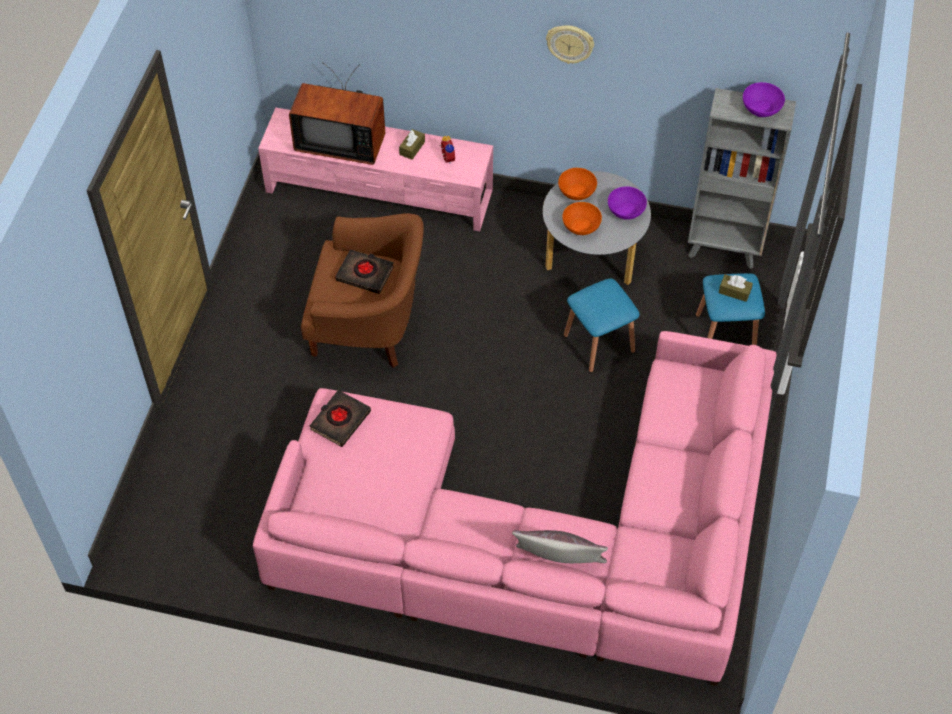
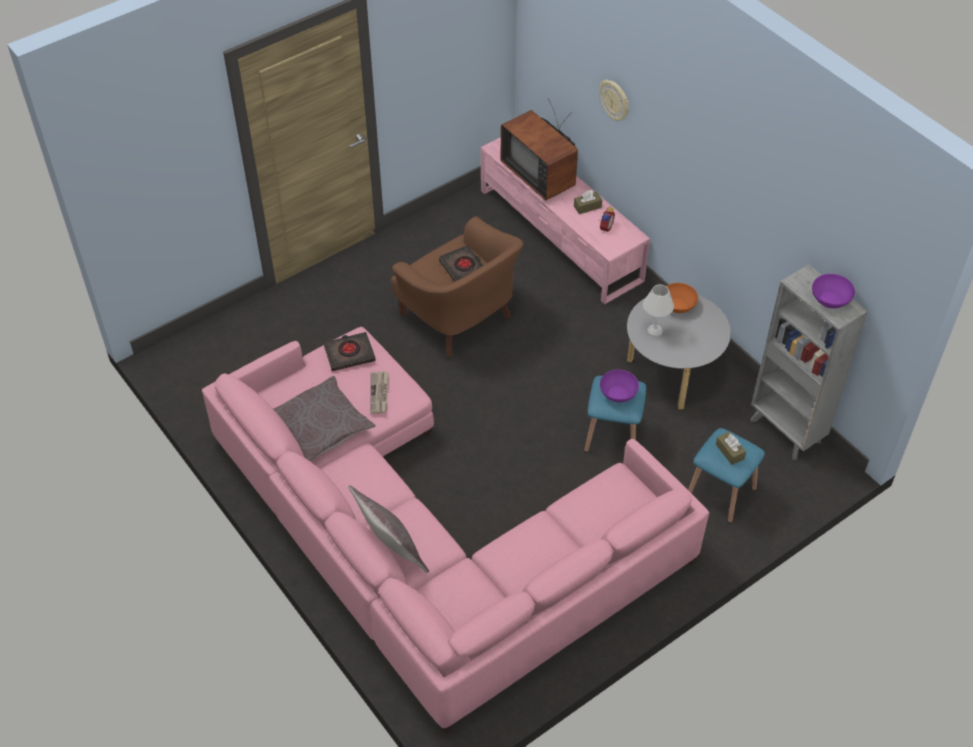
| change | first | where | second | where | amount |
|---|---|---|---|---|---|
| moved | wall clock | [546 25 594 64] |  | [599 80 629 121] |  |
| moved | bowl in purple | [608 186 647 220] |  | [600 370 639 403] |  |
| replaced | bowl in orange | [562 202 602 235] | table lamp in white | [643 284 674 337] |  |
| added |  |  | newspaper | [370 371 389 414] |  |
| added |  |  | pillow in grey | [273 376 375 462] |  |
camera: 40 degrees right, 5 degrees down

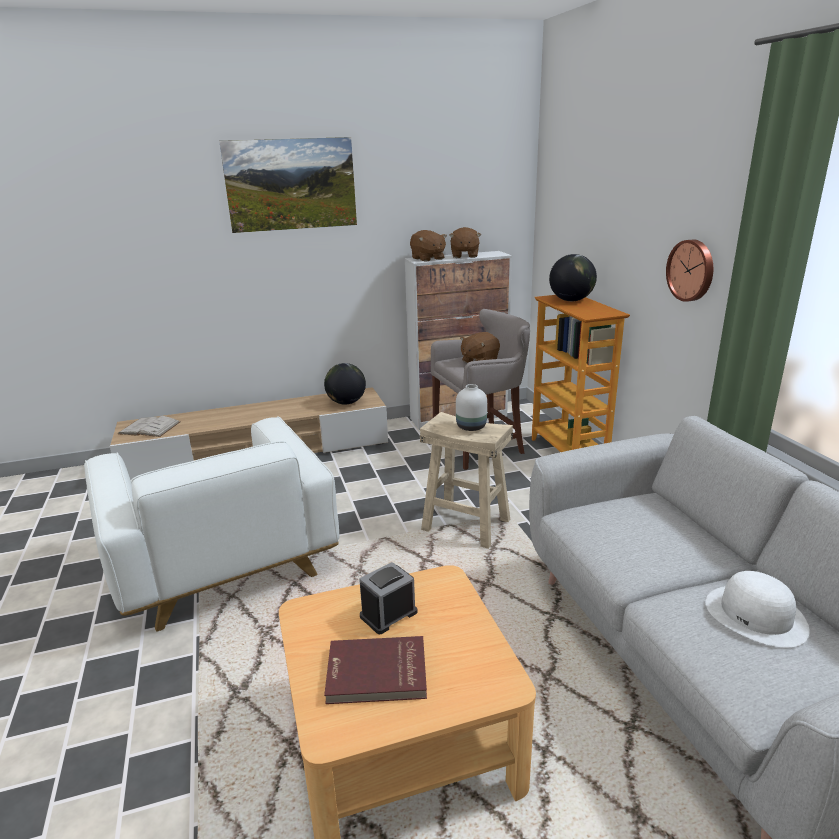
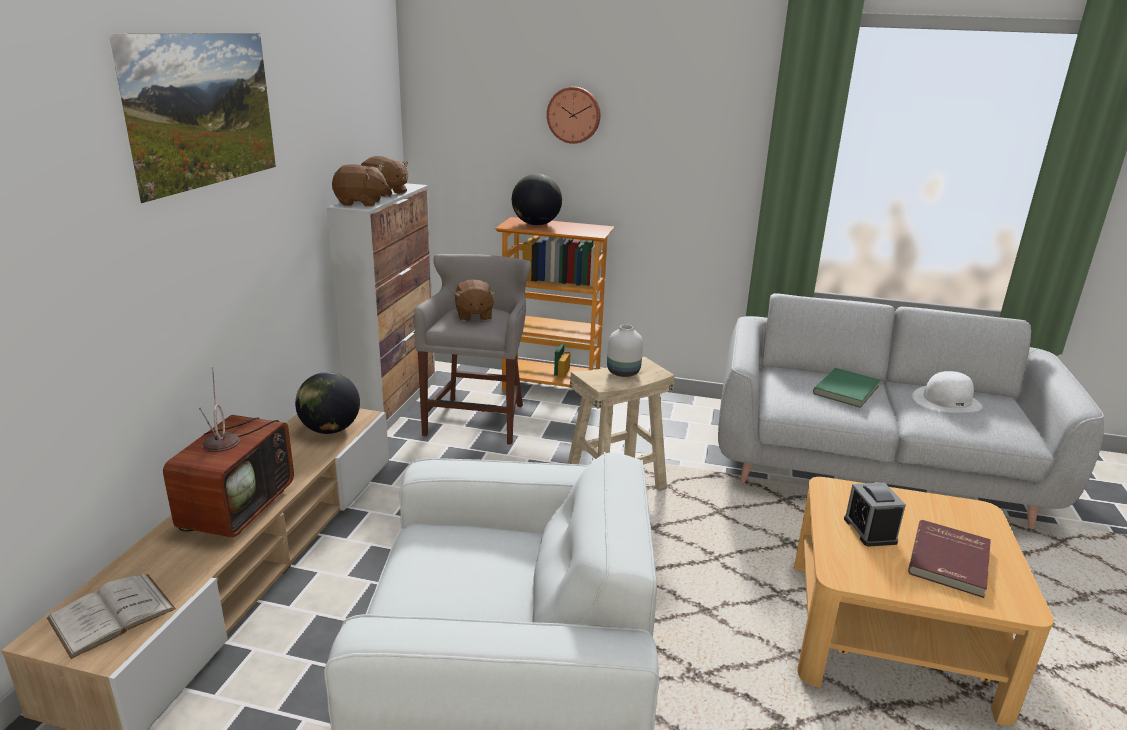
| change | first | where | second | where | amount |
|---|---|---|---|---|---|
| moved | wall clock | [666 240 713 302] |  | [547 87 600 144] |  |
| added |  |  | television | [163 367 294 537] |  |
| added |  |  | book in green | [813 368 880 408] |  |
camera: 60 degrees left, 0 degrees up

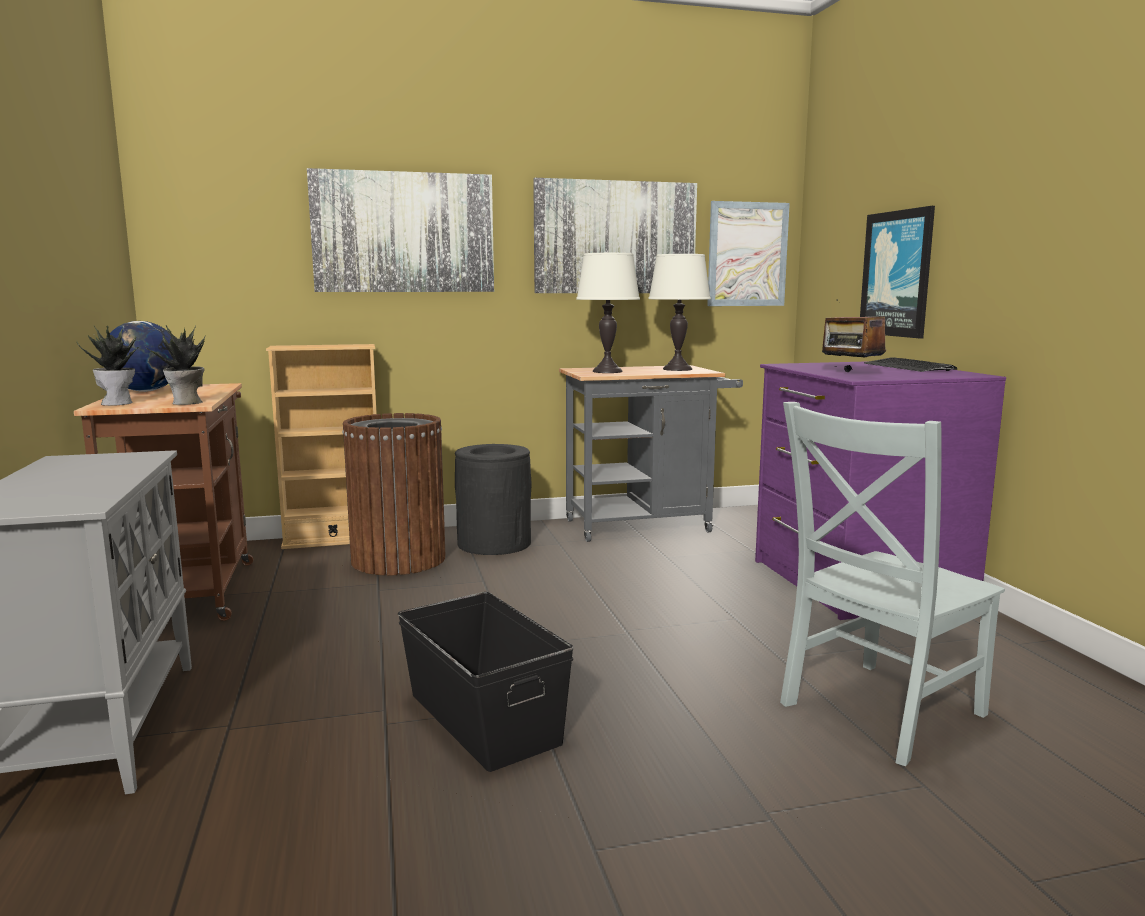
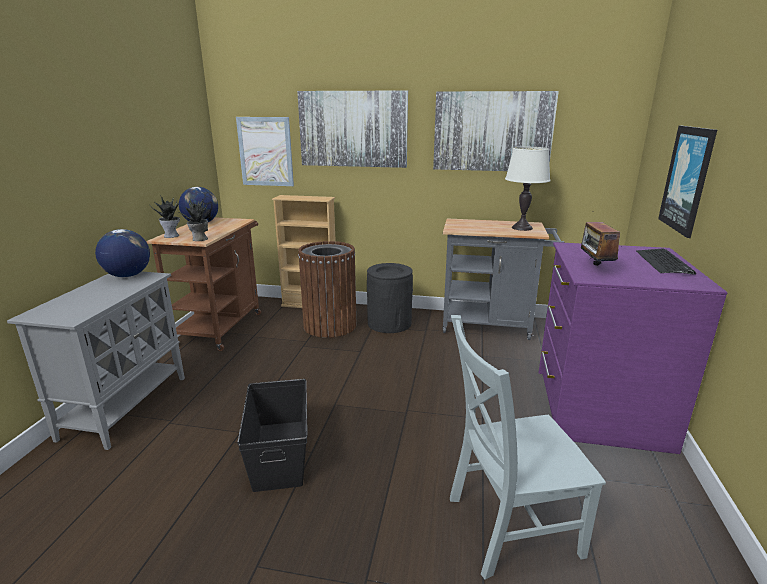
| change | first | where | second | where | amount |
|---|---|---|---|---|---|
| moved | picture | [707 201 790 306] |  | [236 117 294 186] |  |
| removed | table lamp in white | [576 253 640 373] |  |  |  |
| added |  |  | globe | [95 229 150 277] |  |
camera: 25 degrees right, 10 degrees up

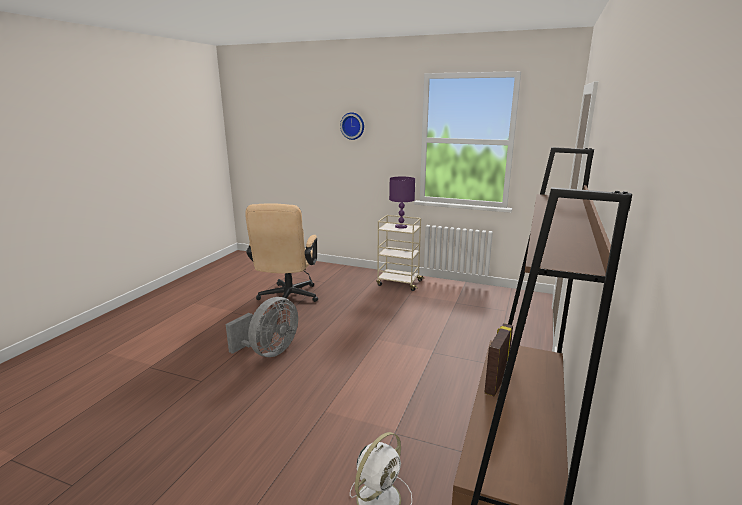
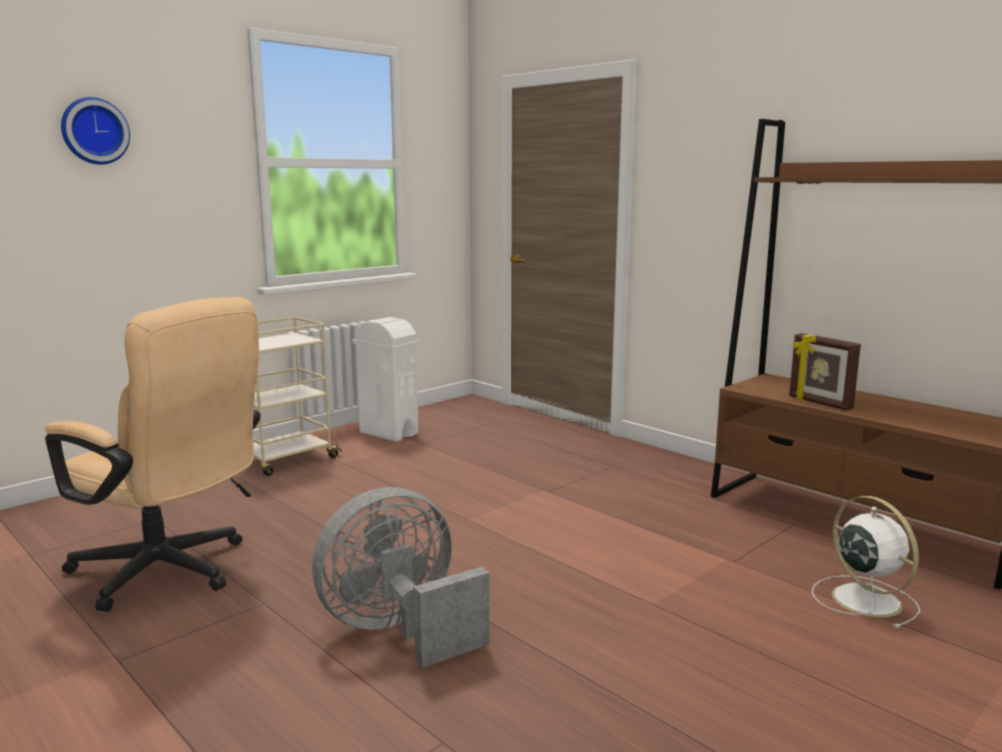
| change | first | where | second | where | amount |
|---|---|---|---|---|---|
| removed | table lamp in purple | [389 177 415 229] |  |  |  |
| turned | fan in grey | [226 297 298 357] |  | [312 487 490 668] | 90 degrees counterclockwise |
| added |  |  | trash can in white | [352 317 419 442] |  |
camera: 65 degrees left, 5 degrees down

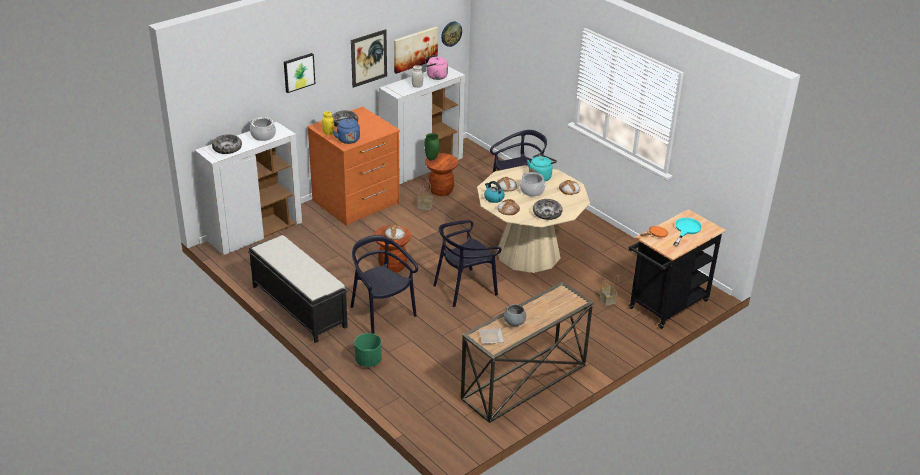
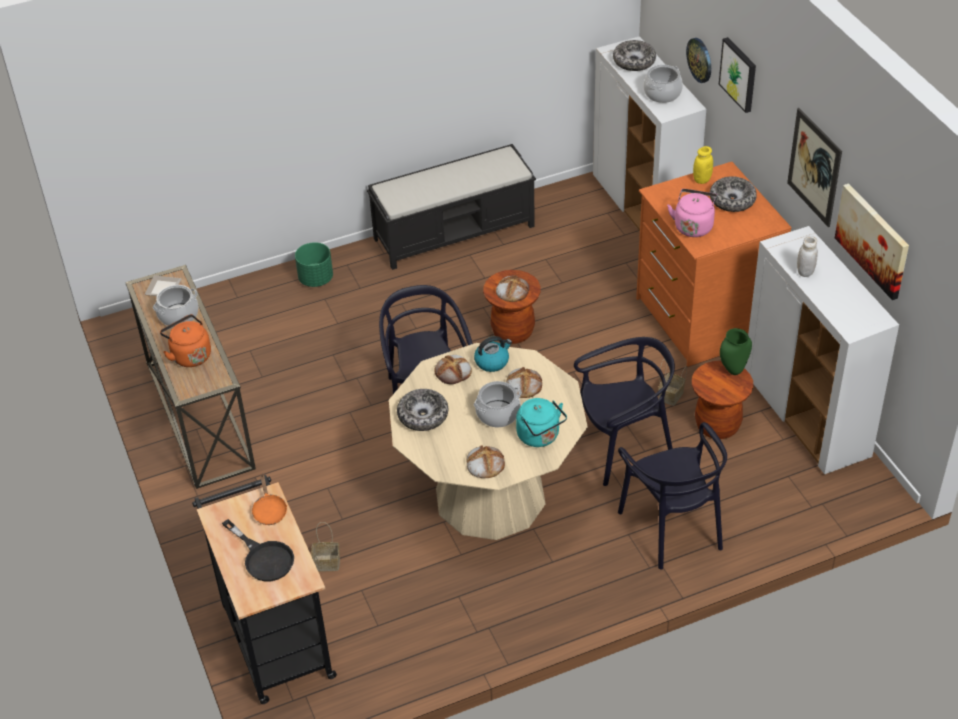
| change | first | where | second | where | amount |
|---|---|---|---|---|---|
| moved | wall clock | [441 21 462 47] |  | [686 38 711 83] |  |
| moved | kettle in pink | [425 55 448 80] |  | [667 189 718 237] |  |
| removed | kettle in blue | [333 117 360 144] |  |  |  |
| recoloured | frying pan in turquoise | [673 218 702 246] | frying pan in black | [222 519 294 581] |  |
| moved | chair in black | [351 235 418 334] |  | [574 337 675 486] |  |
| replaced | bowl in grey | [504 304 526 326] | cooking pot | [153 285 198 326] |  |
| added |  |  | kettle in orange | [160 314 211 367] |  |
camera: 110 degrees right, 10 degrees up

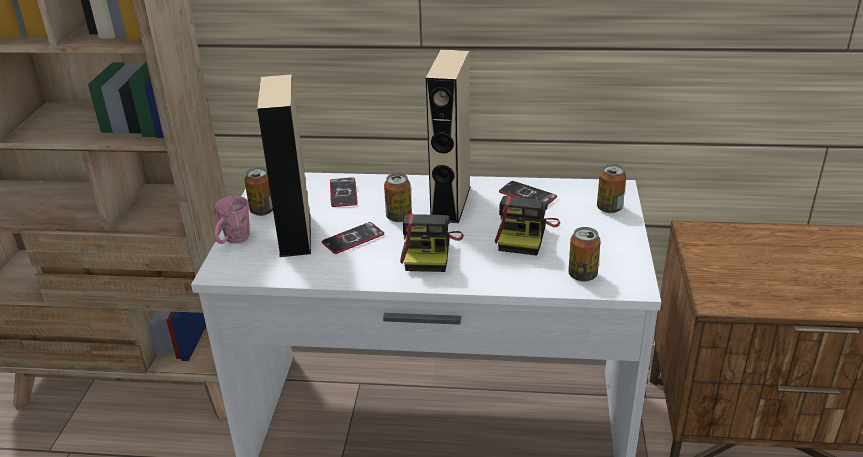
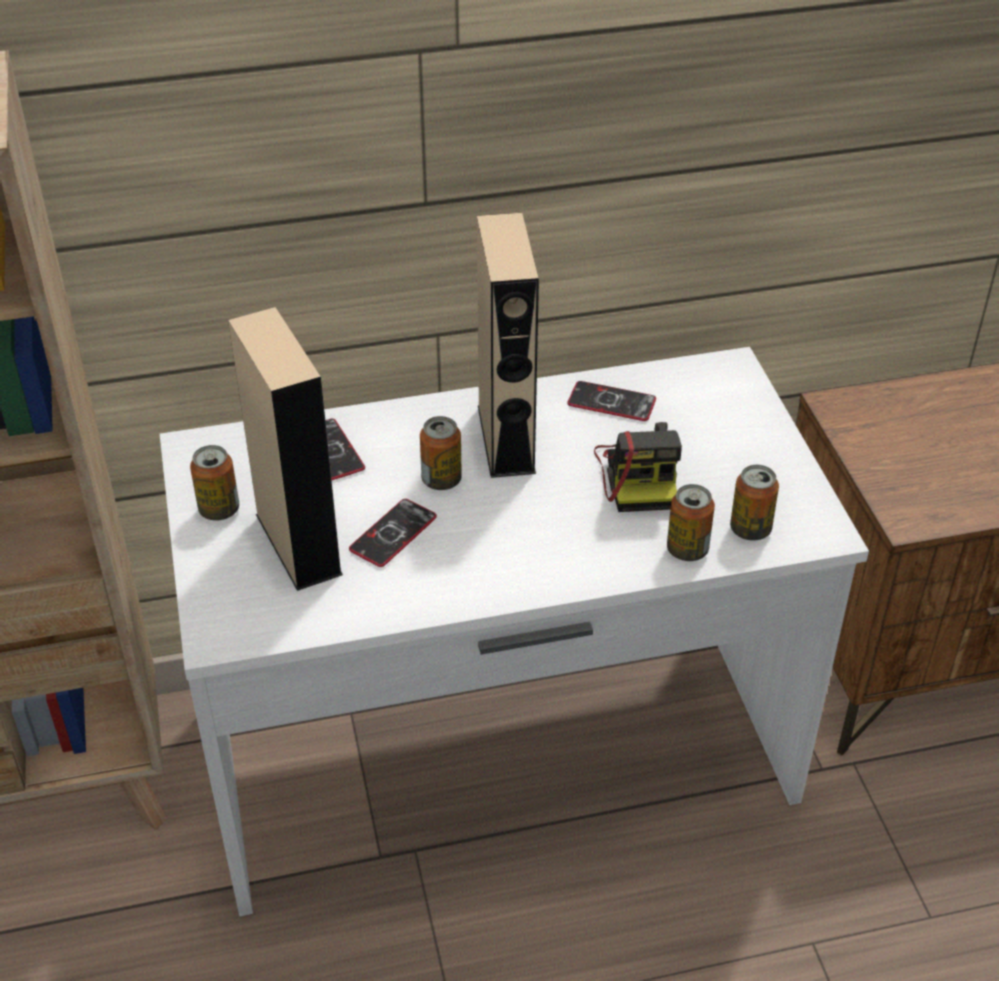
| change | first | where | second | where | amount |
|---|---|---|---|---|---|
| moved | can | [597 164 626 213] |  | [667 484 715 561] |  |
| removed | mug in pink | [215 196 249 244] |  |  |  |
| removed | photo camera | [400 213 464 272] |  |  |  |
camera: 20 degrees left, 10 degrees up

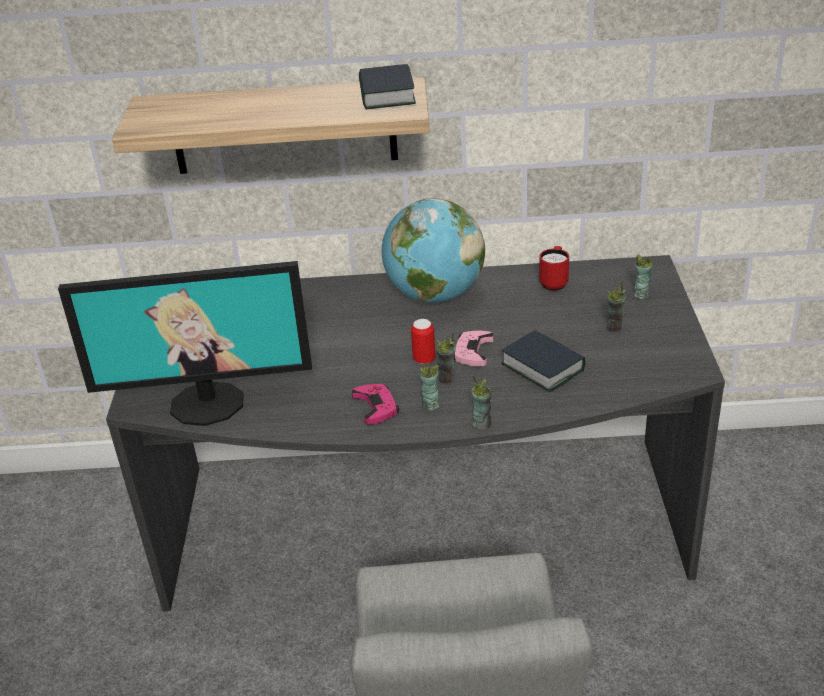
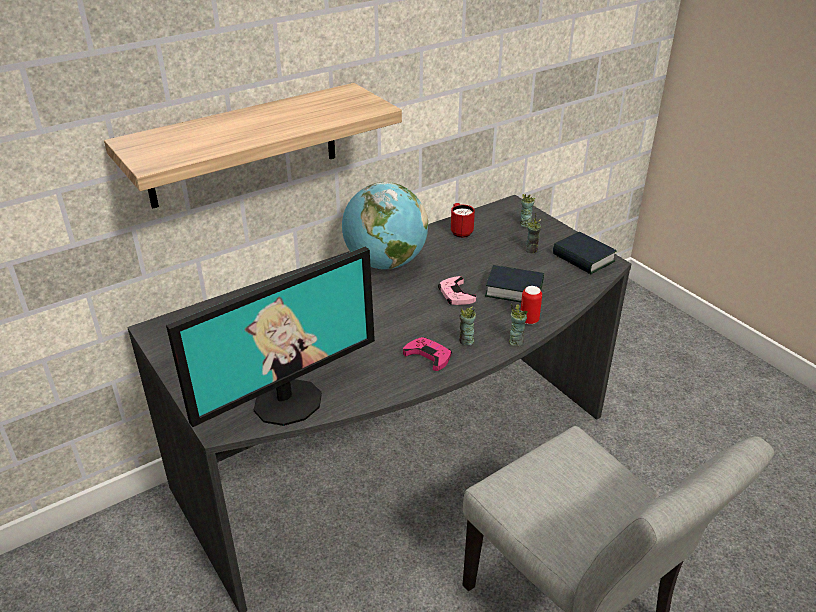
| change | first | where | second | where | amount |
|---|---|---|---|---|---|
| moved | book | [359 64 416 109] |  | [553 232 617 274] |  |
| moved | can | [411 319 436 364] |  | [521 286 542 324] |  |
| removed | cup | [437 332 456 384] |  |  |  |
camera: 35 degrees left, 0 degrees up

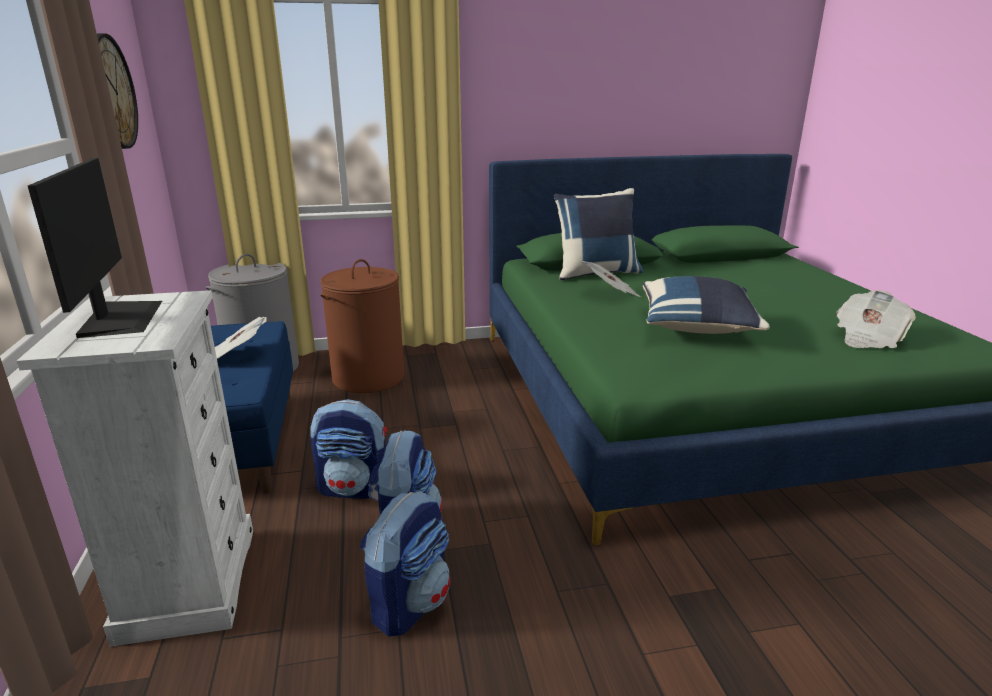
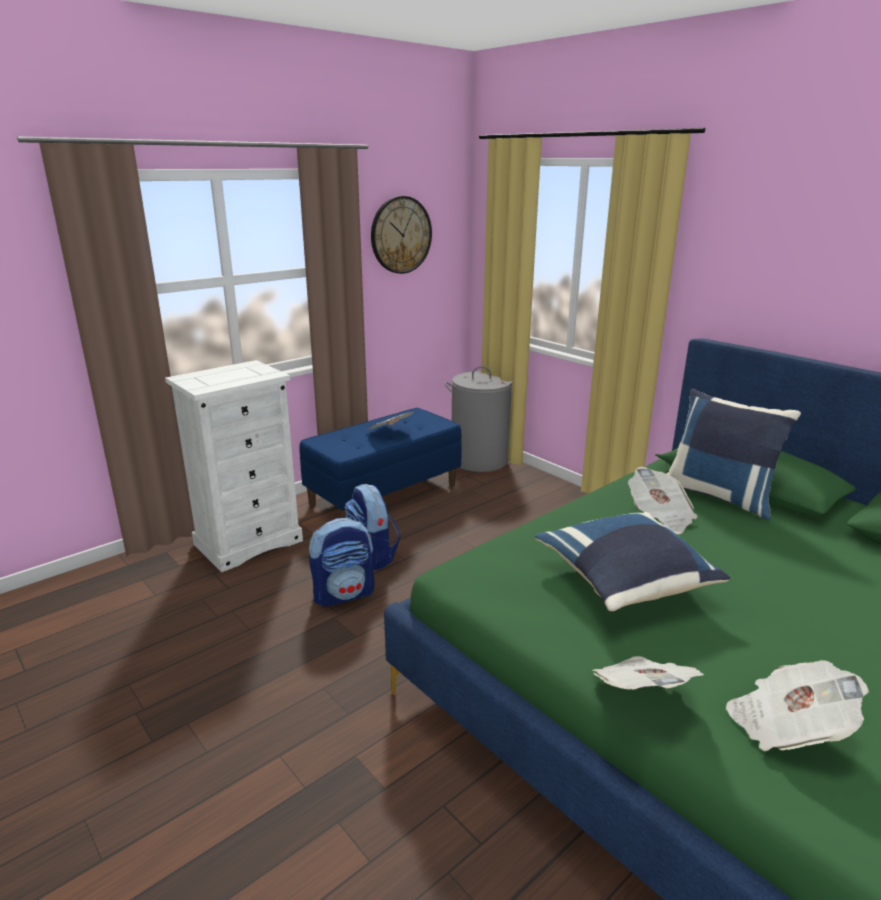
| change | first | where | second | where | amount |
|---|---|---|---|---|---|
| removed | monitor | [28 158 162 338] |  |  |  |
| removed | laundry basket in brown | [320 259 404 393] |  |  |  |
| removed | backpack | [360 491 450 637] |  |  |  |
| added |  |  | newspaper | [592 656 704 690] |  |
camera: 60 degrees right, 0 degrees up

